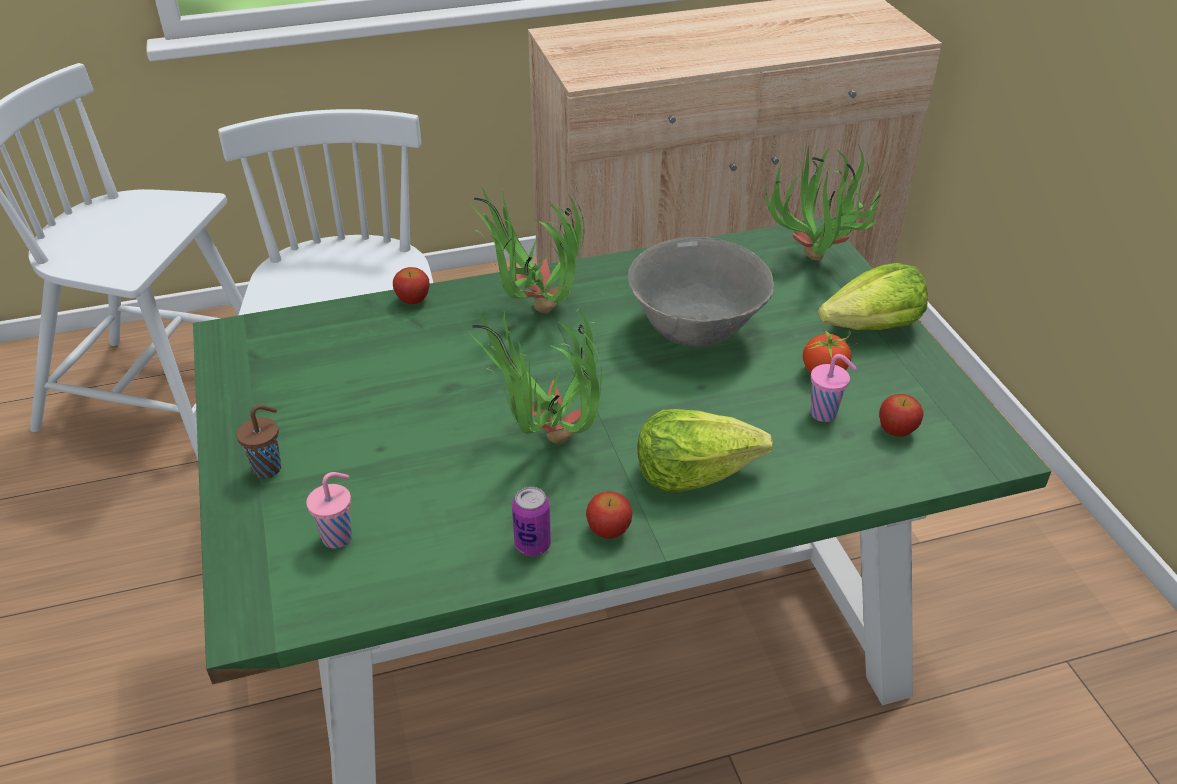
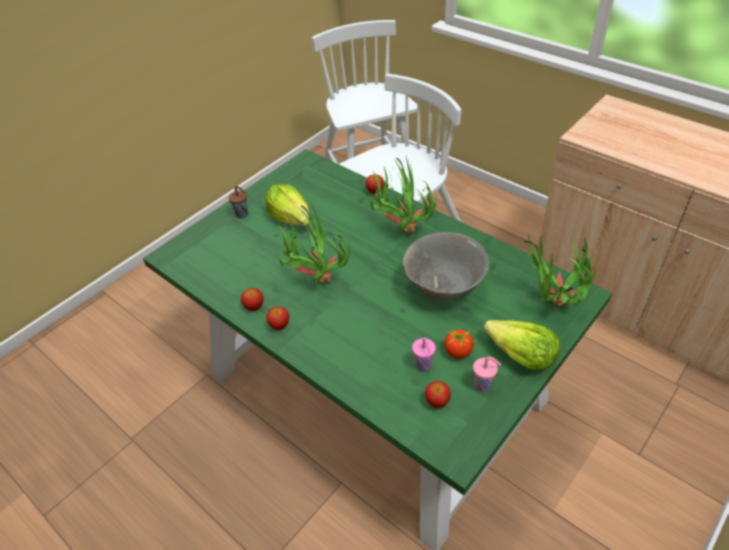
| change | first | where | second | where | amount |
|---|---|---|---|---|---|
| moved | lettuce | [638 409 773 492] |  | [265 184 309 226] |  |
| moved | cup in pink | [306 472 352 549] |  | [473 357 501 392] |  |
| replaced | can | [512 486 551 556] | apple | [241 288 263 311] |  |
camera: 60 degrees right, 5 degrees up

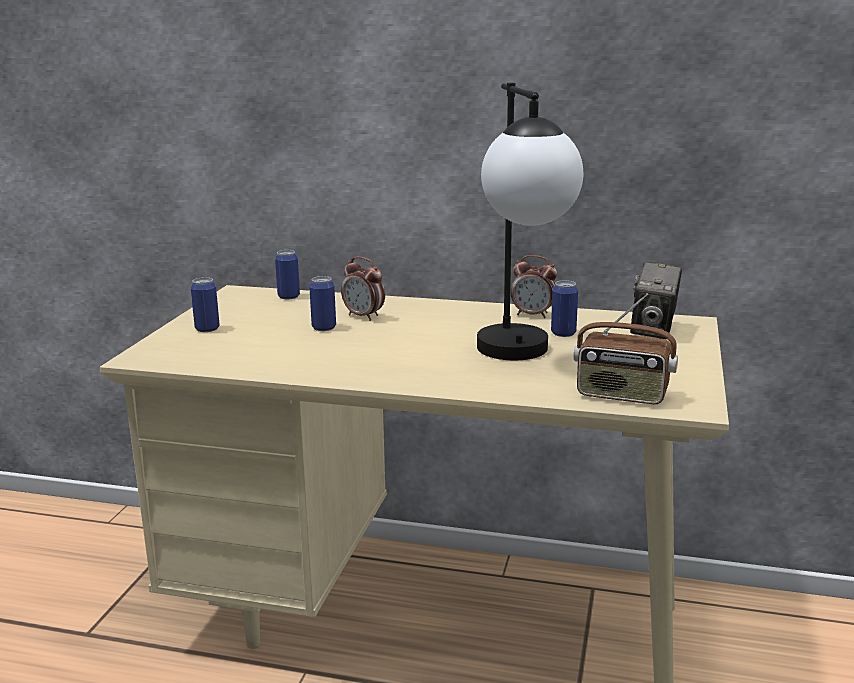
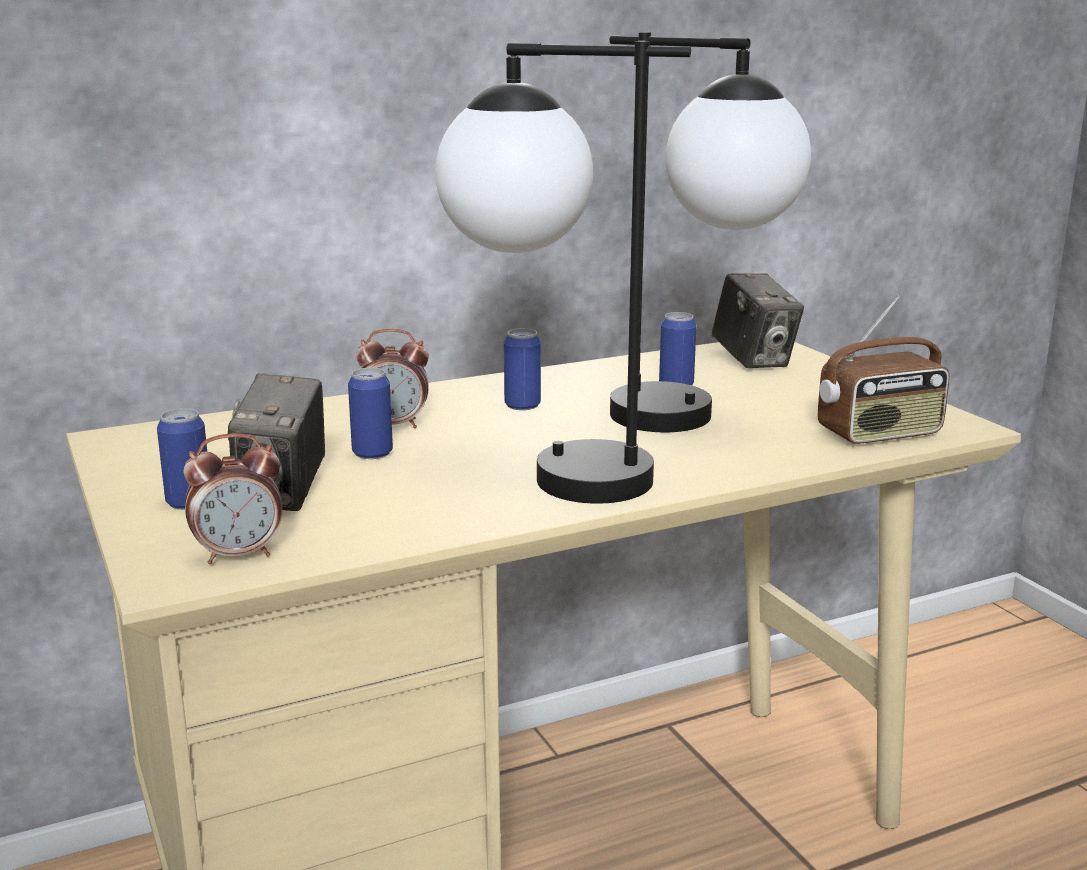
| change | first | where | second | where | amount |
|---|---|---|---|---|---|
| moved | can | [275 250 300 299] |  | [504 328 541 410] |  |
| moved | alarm clock | [511 255 557 318] |  | [183 433 283 564] |  |
| added |  |  | table lamp | [435 41 691 504] |  |
| added |  |  | photo camera | [228 373 325 511] |  |
camera: 40 degrees left, 0 degrees up

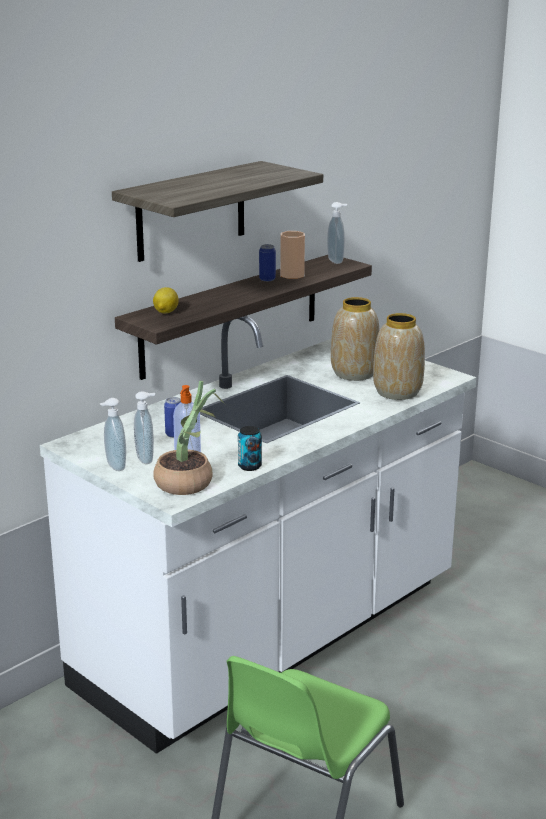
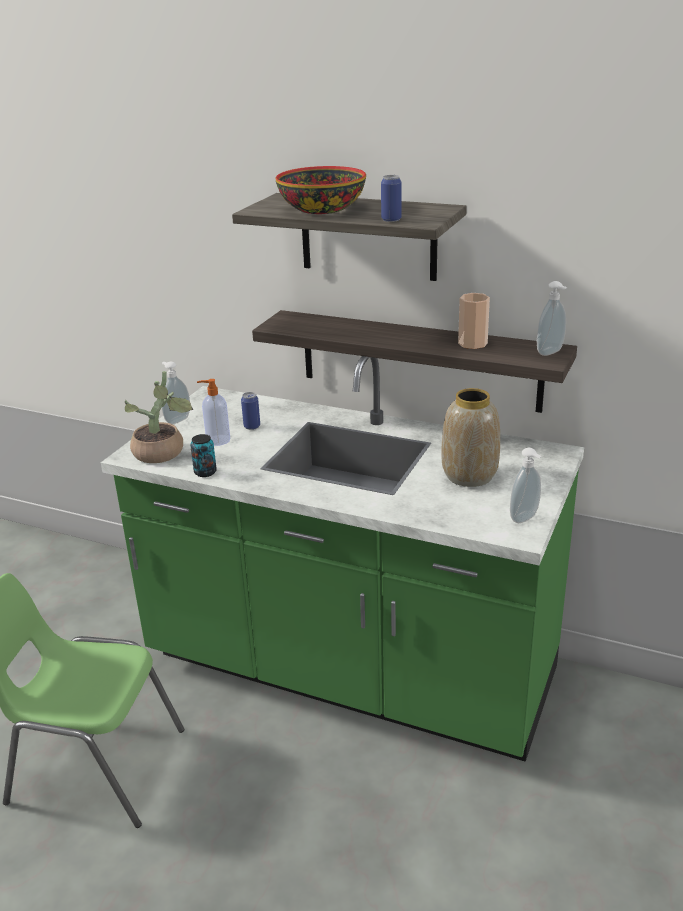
| change | first | where | second | where | amount |
|---|---|---|---|---|---|
| moved | can | [259 244 276 281] |  | [381 175 402 222] |  |
| removed | lemon | [153 287 179 313] |  |  |  |
| removed | vase | [373 313 425 400] |  |  |  |
| recoloured | counter in white | [40 316 477 754] | counter in green | [101 356 584 762] |  |
| moved | soap dispenser | [134 391 155 464] |  | [510 448 542 523] |  |
| added |  |  | bowl | [276 166 366 214] |  |
camera: 70 degrees right, 5 degrees up

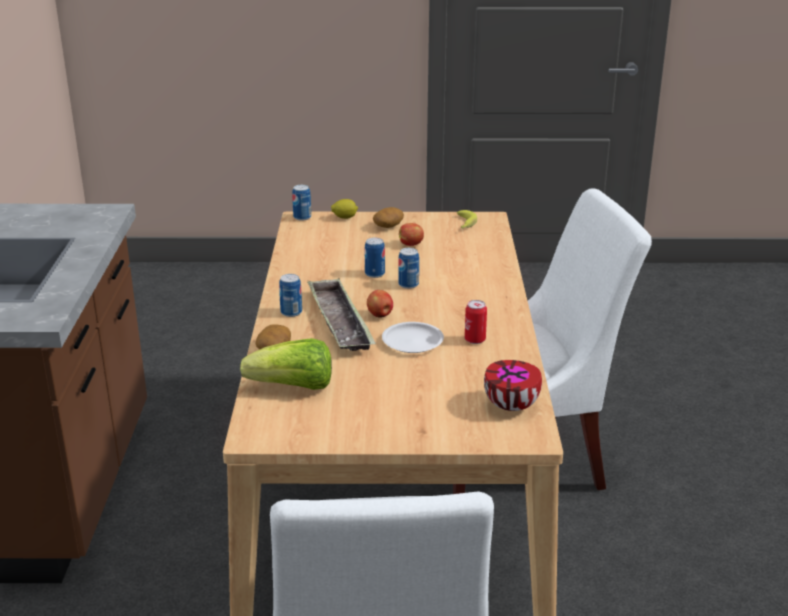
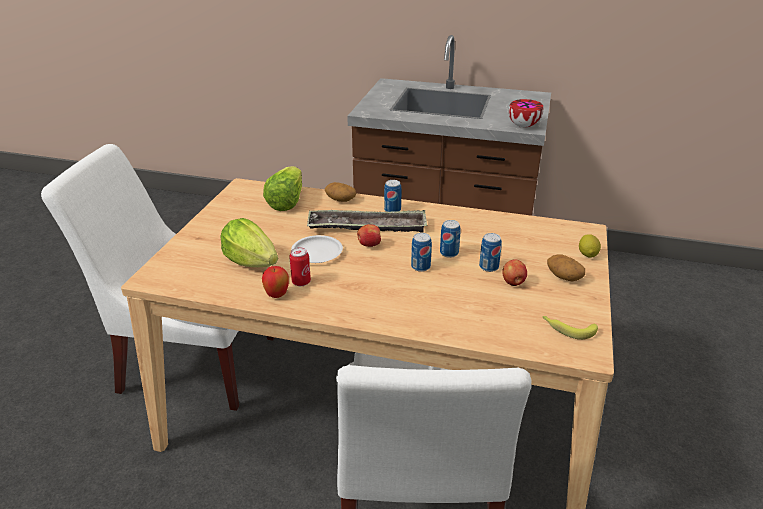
| change | first | where | second | where | amount |
|---|---|---|---|---|---|
| moved | can | [292 185 311 221] |  | [479 233 502 272] |  |
| moved | bowl | [484 360 542 411] |  | [509 99 543 127] |  |
| added |  |  | lettuce | [220 218 278 267] |  |
| added |  |  | apple | [262 266 289 298] |  |
camera: 105 degrees right, 5 degrees up

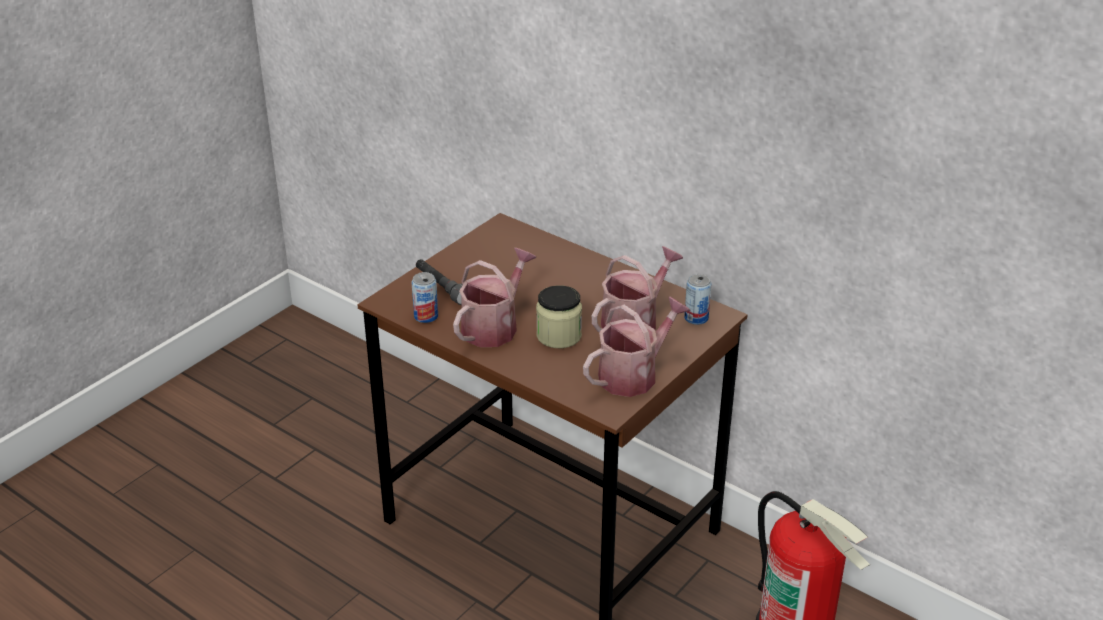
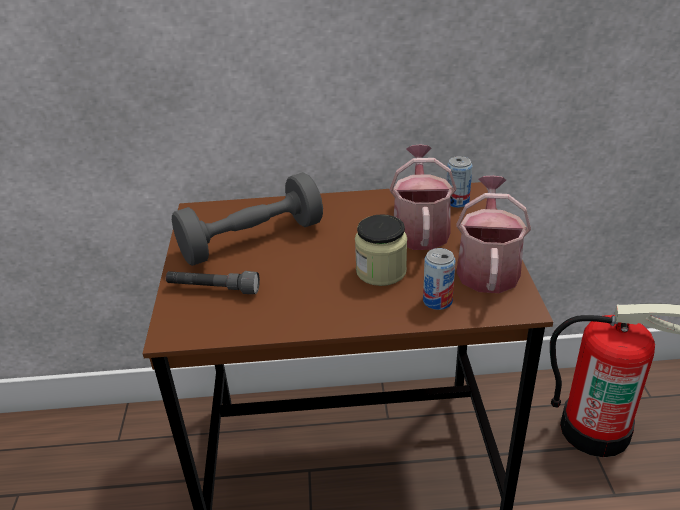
| change | first | where | second | where | amount |
|---|---|---|---|---|---|
| removed | watering can | [453 248 536 347] |  |  |  |
| moved | can | [411 272 438 323] |  | [423 248 456 310] |  |
| added |  |  | dumbbell in grey | [172 172 323 266] |  |
camera: 40 degrees left, 0 degrees up

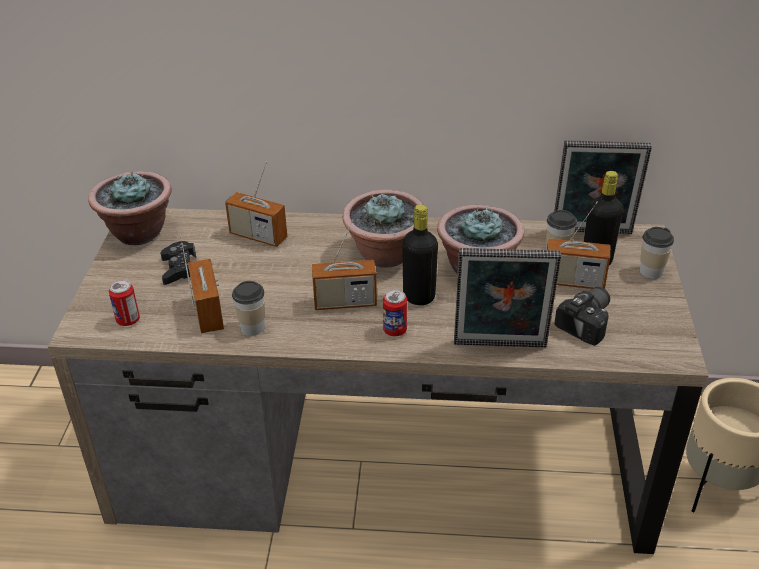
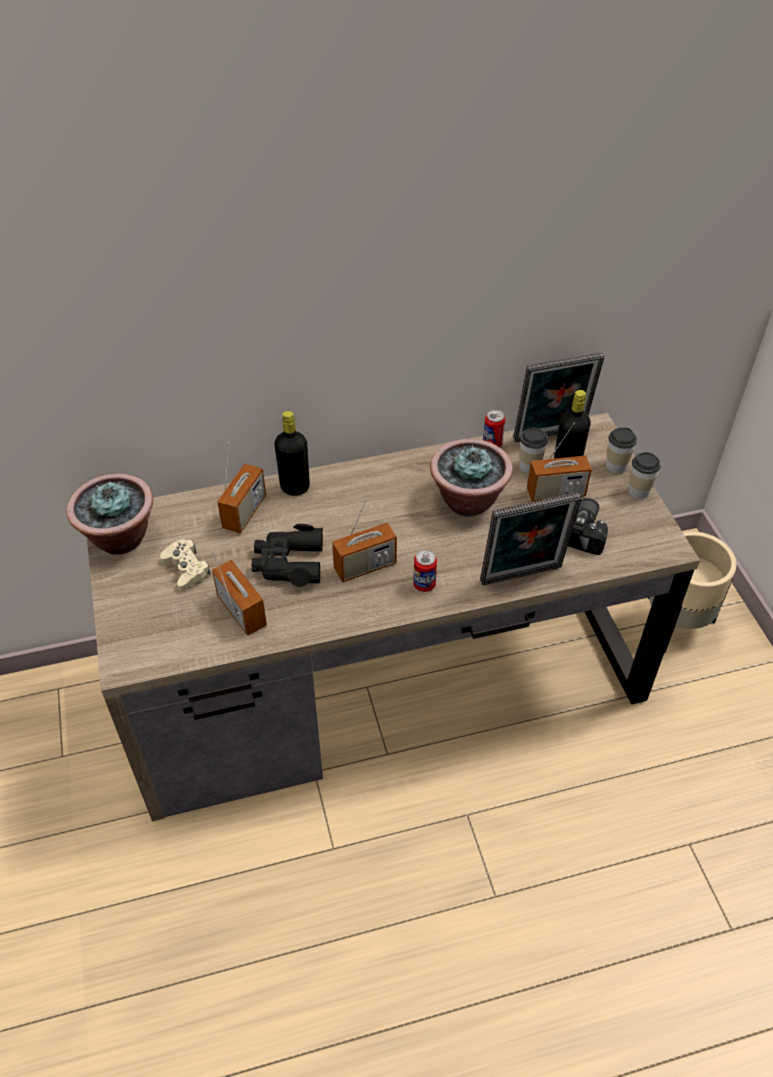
| change | first | where | second | where | amount |
|---|---|---|---|---|---|
| turned | radio | [225 161 287 247] |  | [217 442 266 534] | 75 degrees counterclockwise |
| removed | potted plant | [343 189 424 268] |  |  |  |
| moved | bottle in black | [402 204 438 305] |  | [274 411 310 496] |  |
| recoloured | game controller in black | [161 241 196 285] | game controller in beige | [160 539 211 591] |  |
| moved | can | [109 280 140 326] |  | [483 410 506 447] |  |
| moved | cup | [232 281 265 336] |  | [628 452 661 499] |  |
| added |  |  | binoculars in black | [252 524 323 587] |  |
camera: 20 degrees left, 10 degrees up

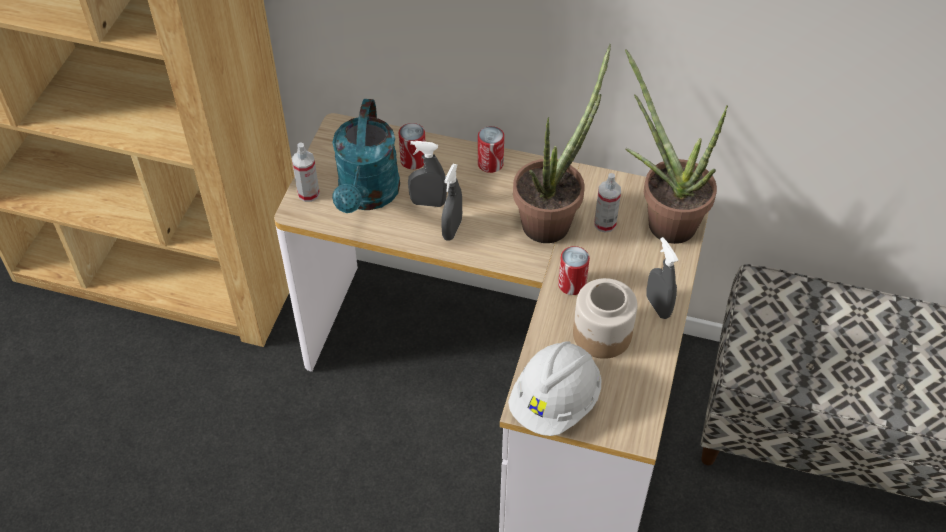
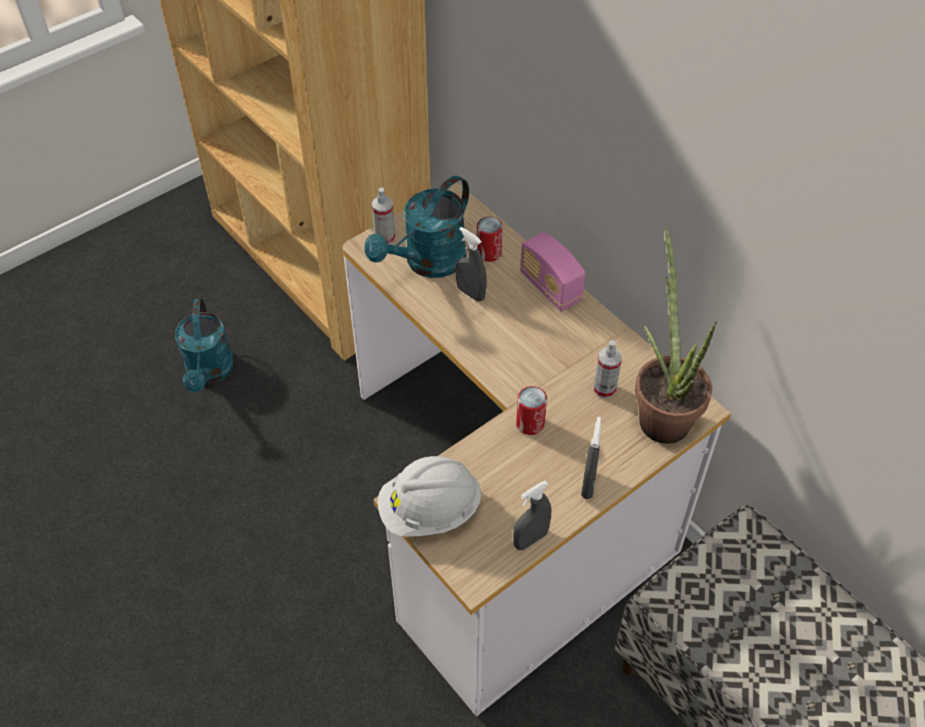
| change | first | where | second | where | amount |
|---|---|---|---|---|---|
| removed | potted plant | [513 44 611 243] |  |  |  |
| replaced | can | [478 126 504 173] | radio | [520 232 585 312] |  |
| moved | spray bottle in grey | [441 164 462 241] |  | [513 481 551 550] |  |
| removed | jar | [573 278 637 359] |  |  |  |
| added |  |  | watering can in turquoise | [175 299 234 392] |  |
camera: 35 degrees right, 0 degrees up

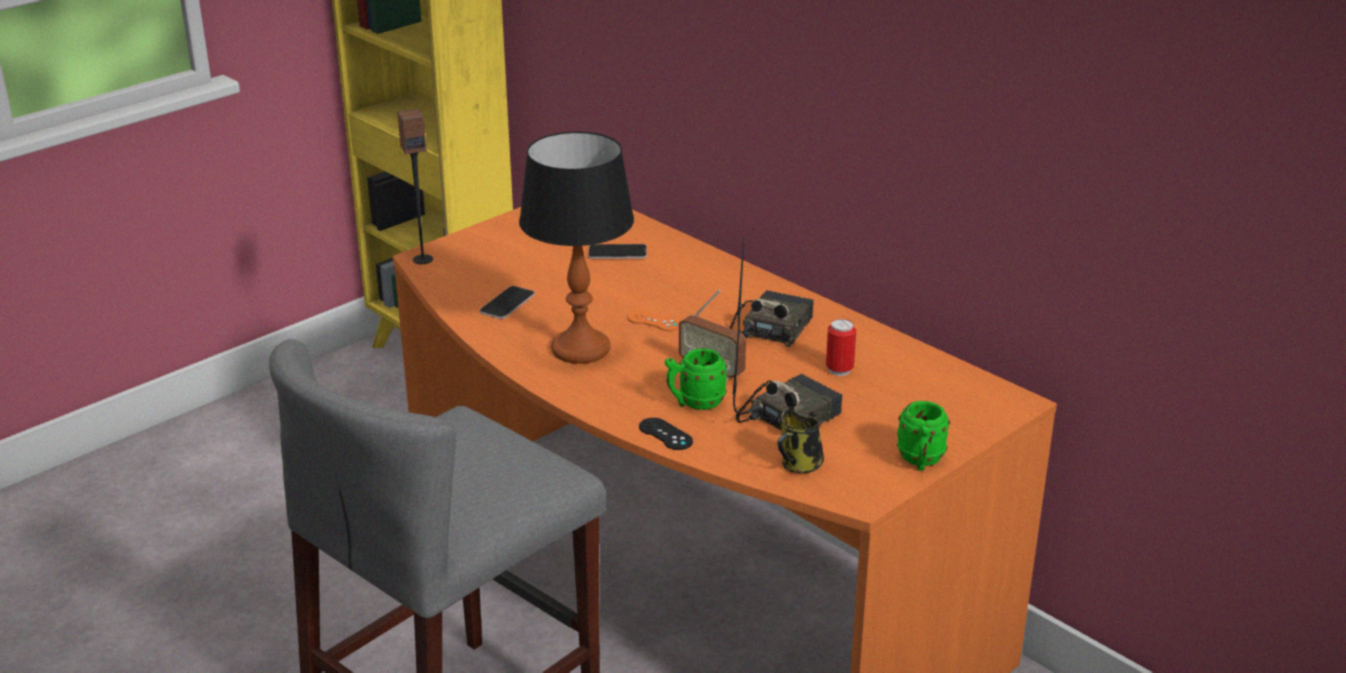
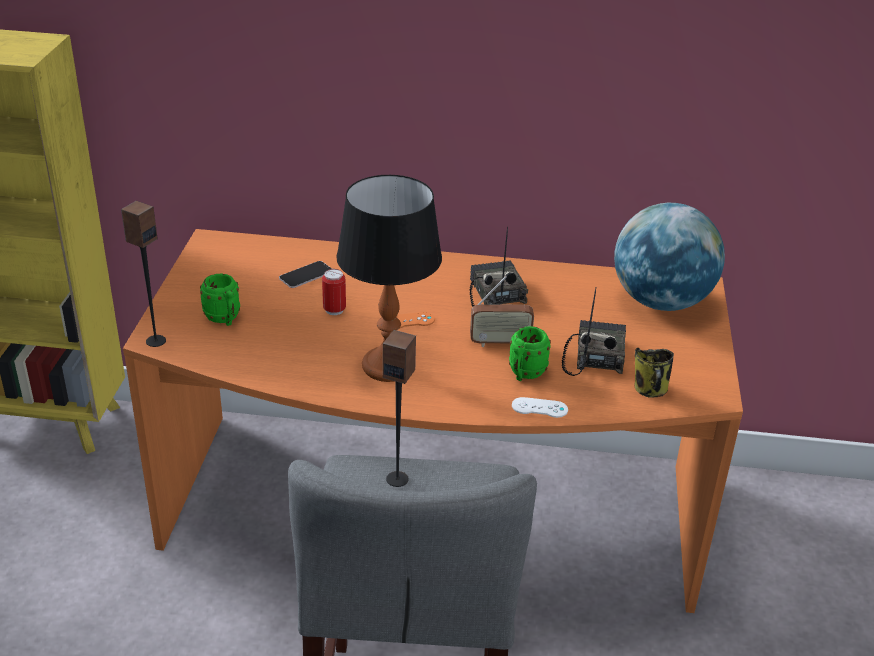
| change | first | where | second | where | amount |
|---|---|---|---|---|---|
| removed | phone | [479 286 535 319] |  |  |  |
| moved | can | [826 319 856 376] |  | [322 269 346 315] |  |
| moved | mug in green | [897 401 950 471] |  | [200 274 240 326] |  |
| recoloured | game controller in black | [639 418 693 450] | game controller in white | [512 397 568 418] |  |
| added |  |  | globe | [614 203 725 311] |  |
| added |  |  | speaker | [383 330 416 487] |  |
camera: 40 degrees left, 5 degrees up

